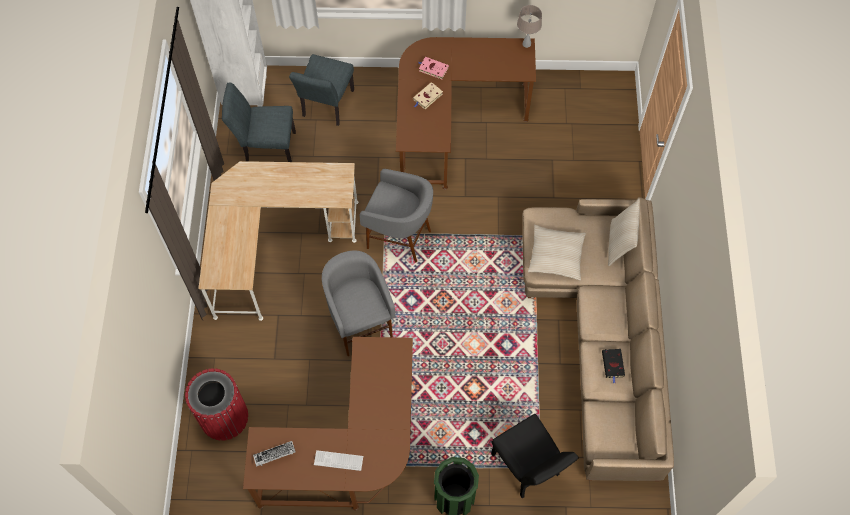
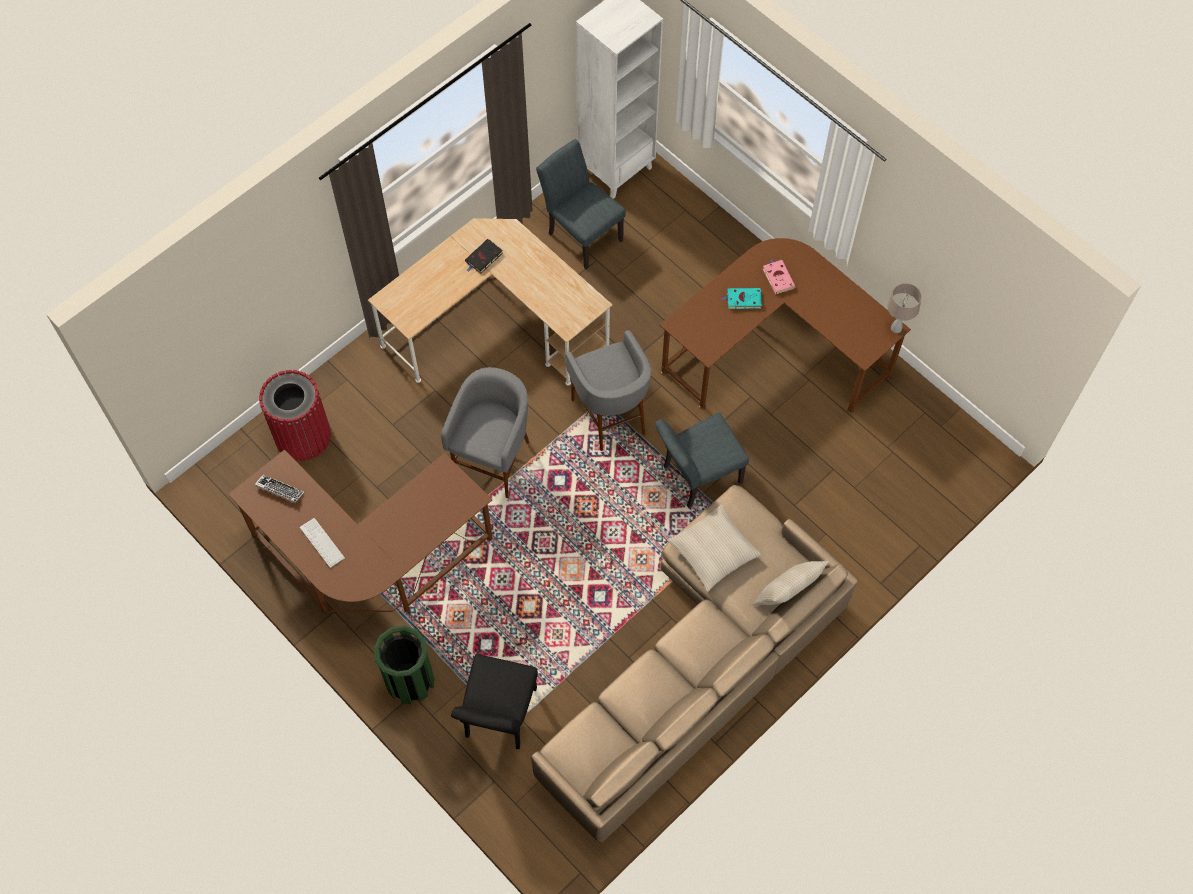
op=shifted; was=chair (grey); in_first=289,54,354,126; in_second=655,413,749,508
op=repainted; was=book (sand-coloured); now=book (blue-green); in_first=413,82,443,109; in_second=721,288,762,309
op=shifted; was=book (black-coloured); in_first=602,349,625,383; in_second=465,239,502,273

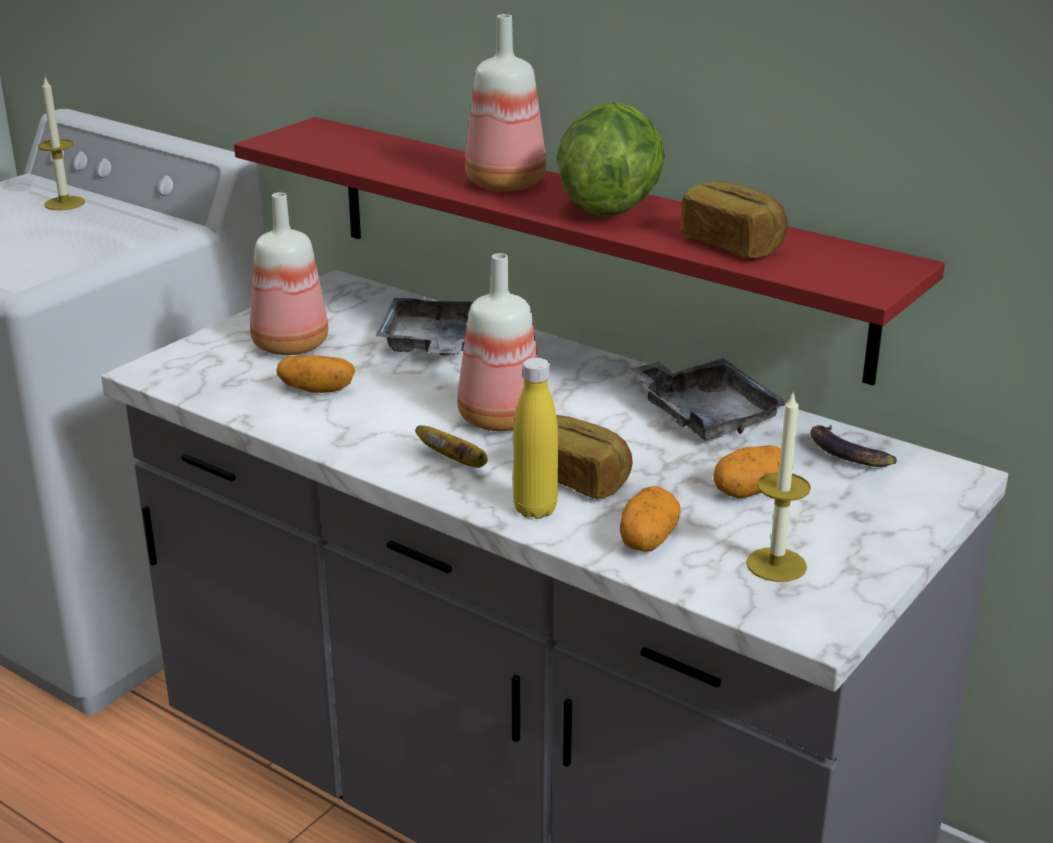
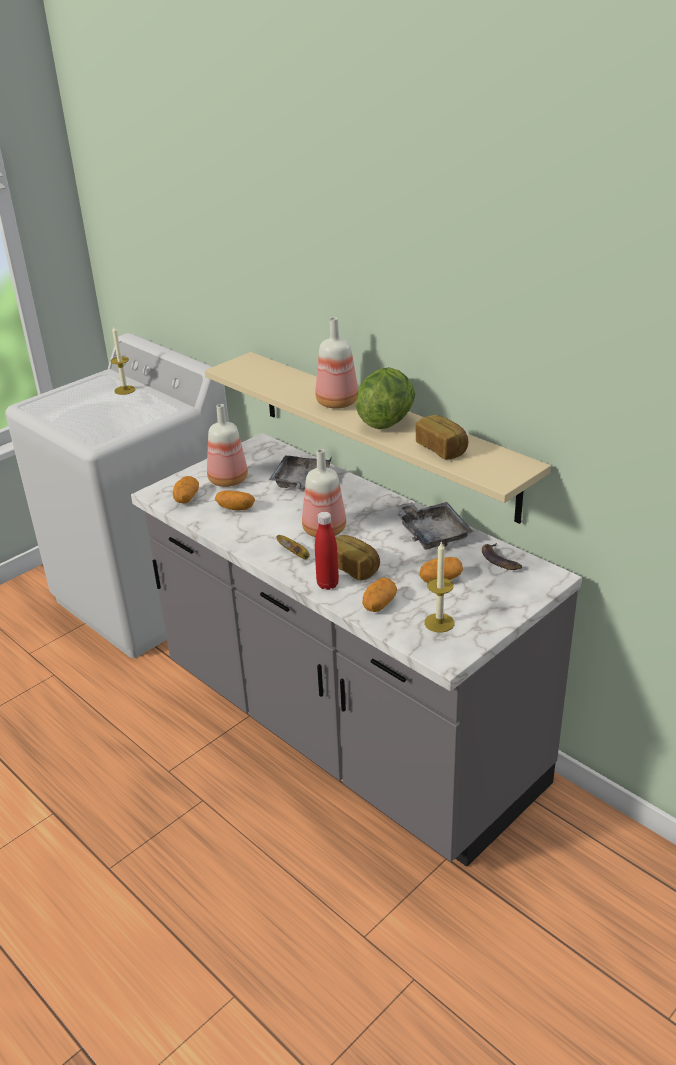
op=repainted; was=wall shelf (reddish); now=wall shelf (sand-coloured); in_first=234,117,945,385; in_second=205,352,551,524
op=repainted; was=drink bottle (yellow); now=drink bottle (reddish); in_first=513,358,558,519; in_second=315,512,339,590
op=new; now=potato; in_second=173,476,199,503

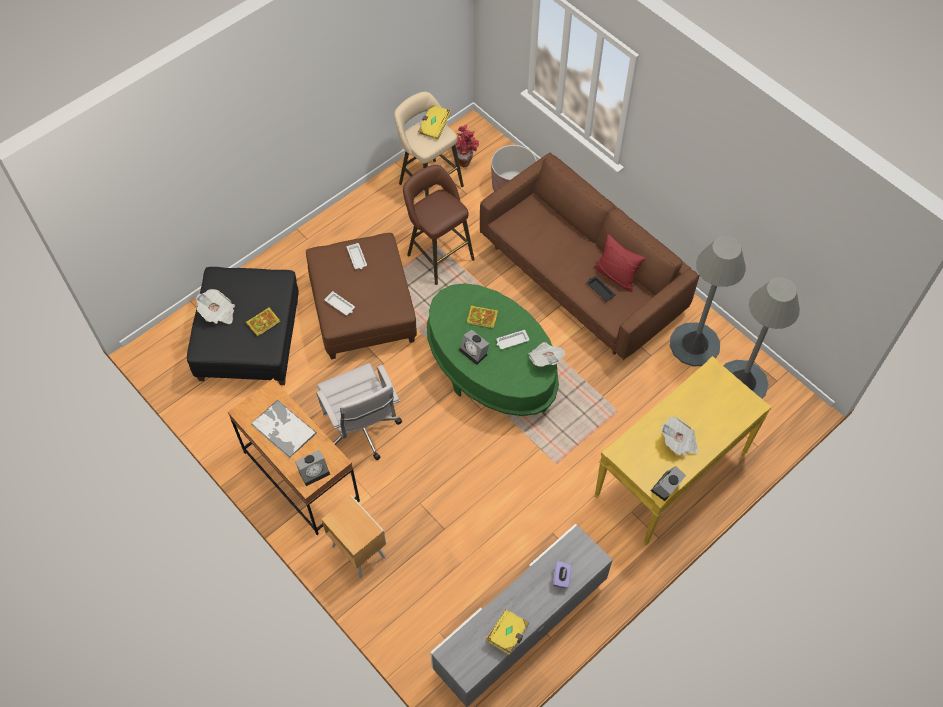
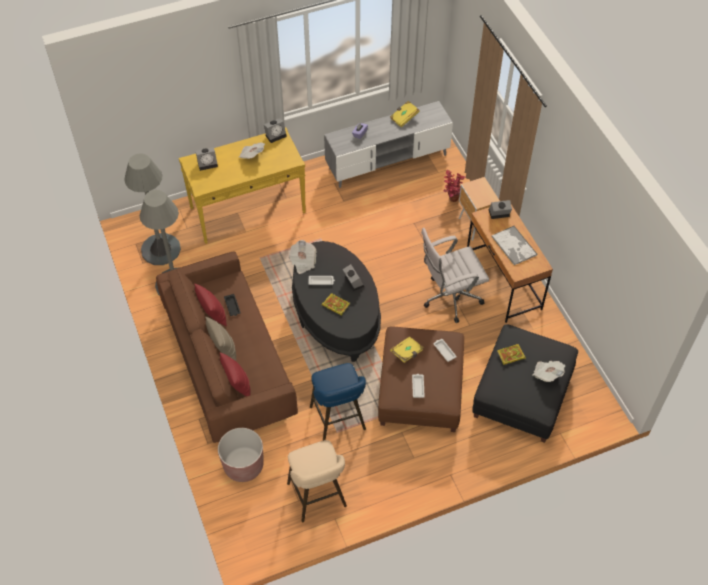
op=shifted; was=book (yellow); in_first=418,106,451,140; in_second=390,336,424,363
op=shifted; was=plant in a pot; in_first=456,125,479,167; in_second=443,170,466,202
op=repainted; was=stool (brown-coloured); now=stool (blue-coloured); in_first=403,165,475,285; in_second=310,363,366,441
op=repainted; was=lounge table (green-coloured); now=lounge table (black-coloured); in_first=427,283,559,416; in_second=292,241,381,362
op=rotated; was=office chair (whitish); in_first=316,363,402,461; in_second=421,228,489,323; clockwise=-105
op=new; now=bedside clock; in_second=196,147,218,171
op=new; now=pillow (sand-coloured); in_second=205,316,236,361
op=new; now=pillow (reddish); in_second=220,352,251,397

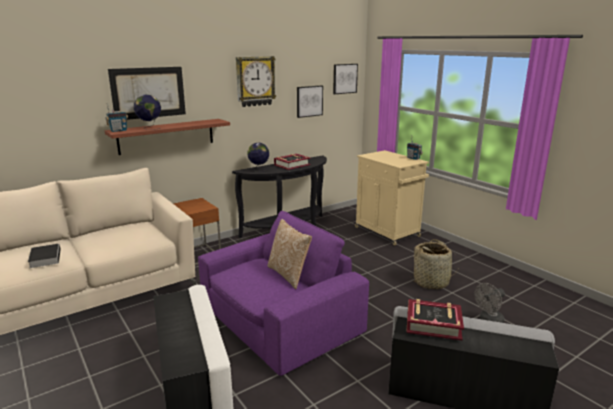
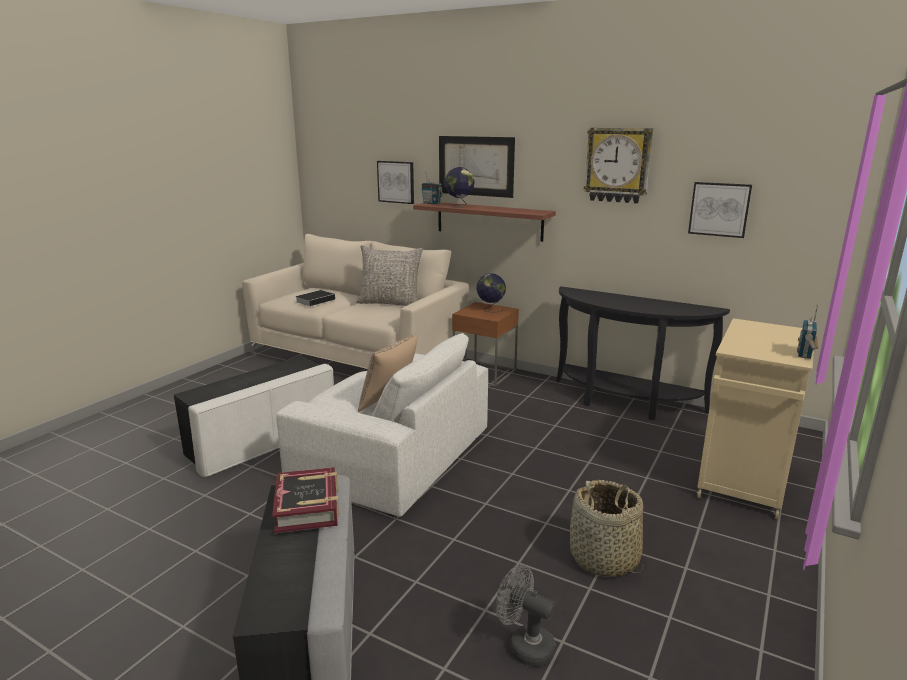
op=shifted; was=picture; in_first=333,64,358,94; in_second=377,161,414,204
op=shifted; was=world globe; in_first=247,143,269,172; in_second=476,273,506,313
op=gone; was=book; in_first=274,154,311,170
op=repainted; was=lounge chair (purple-coloured); now=lounge chair (whitish); in_first=198,211,369,376; in_second=276,333,488,517
op=new; now=pillow (grey); in_second=356,245,423,306

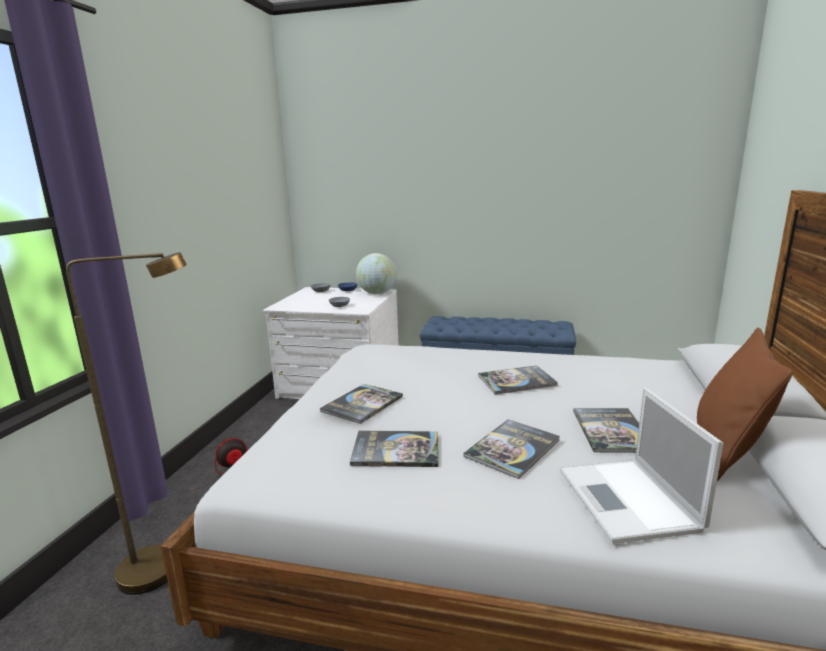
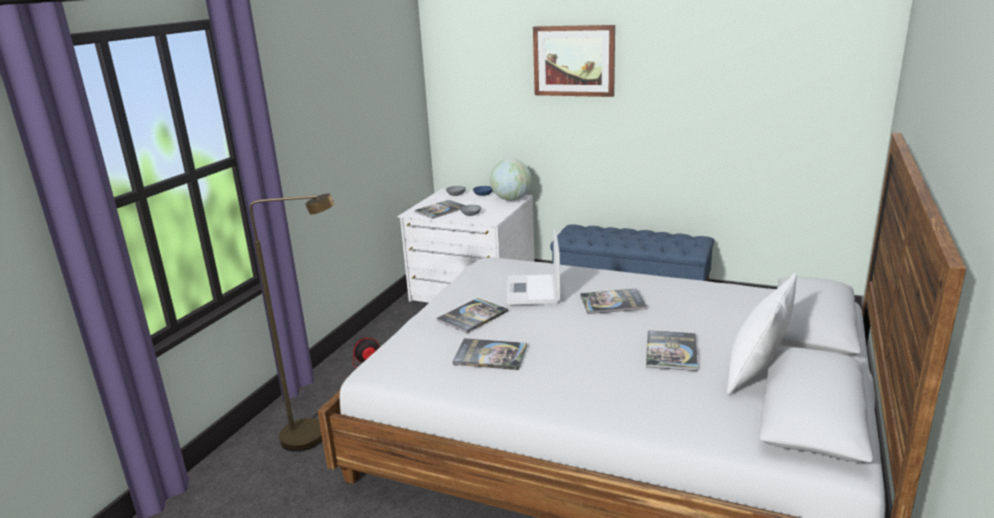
op=repainted; was=pillow (brown-coloured); now=pillow (whitish); in_first=697,328,793,481; in_second=726,273,797,395
op=shifted; was=notebook computer; in_first=560,388,724,544; in_second=506,230,560,305
op=shifted; was=book; in_first=463,419,560,479; in_second=415,200,465,219
op=new; now=picture; in_second=533,25,615,97

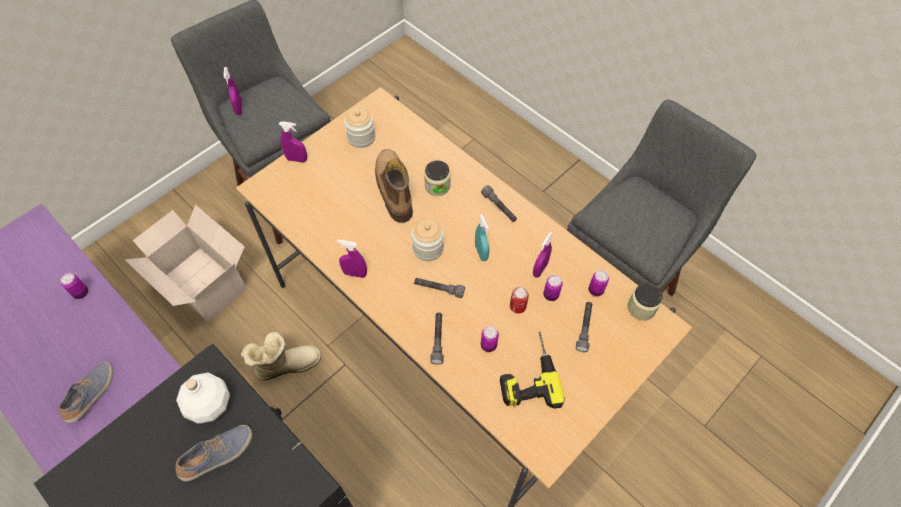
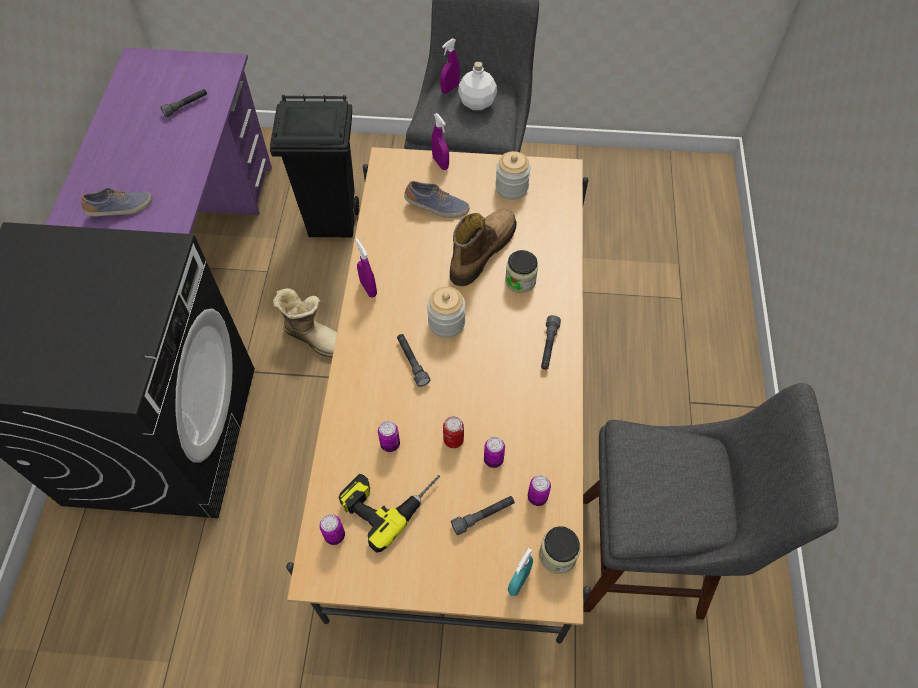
op=swapped; was=carton; now=rubbish bin (black-coloured); in_first=125,205,247,322; in_second=270,95,359,237
op=shifted; was=sprayer (blue-green); in_first=475,214,489,261; in_second=508,548,533,596
op=gone; was=sprayer (purple-coloured); in_first=533,232,553,278
op=shifted; was=sealed can; in_first=60,273,88,299; in_second=319,514,345,545
op=shifted; was=flashlight (grey); in_first=430,313,444,365; in_second=161,89,207,117
op=shifted; was=drink bottle (whitish); in_first=176,373,230,424; in_second=458,62,497,110
op=shifted; was=shoe; in_first=176,425,253,481; in_second=404,181,470,218

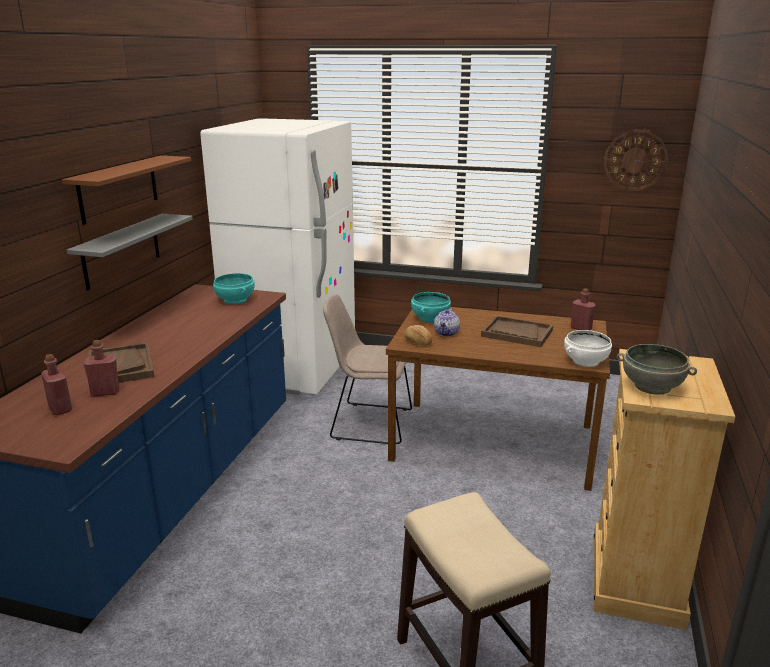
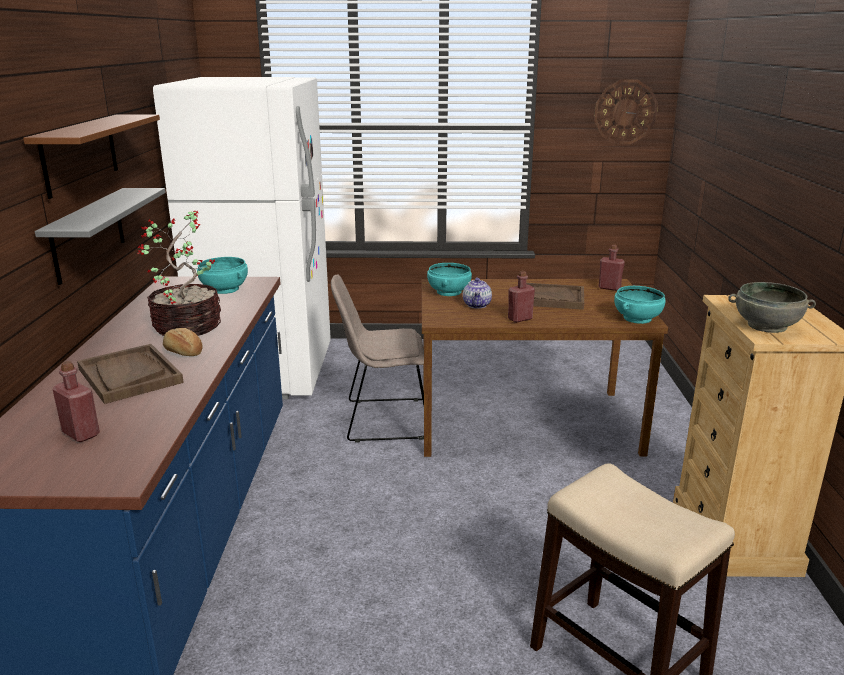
op=shifted; was=bread; in_first=405,325,432,346; in_second=163,328,203,356
op=repainted; was=serving bowl (whitish); now=serving bowl (blue-green); in_first=564,330,612,367; in_second=614,286,666,324
op=shifted; was=drink bottle (reddish); in_first=83,340,120,397; in_second=508,271,535,323
op=new; now=plant in a pot; in_second=138,211,221,336

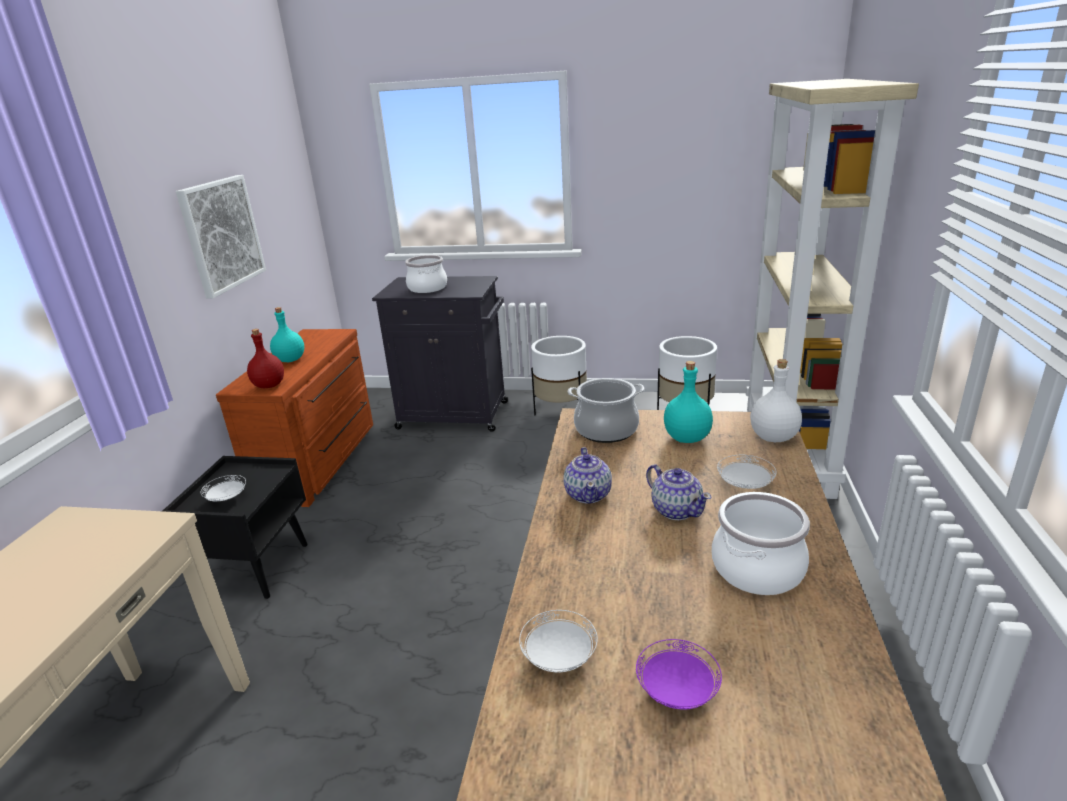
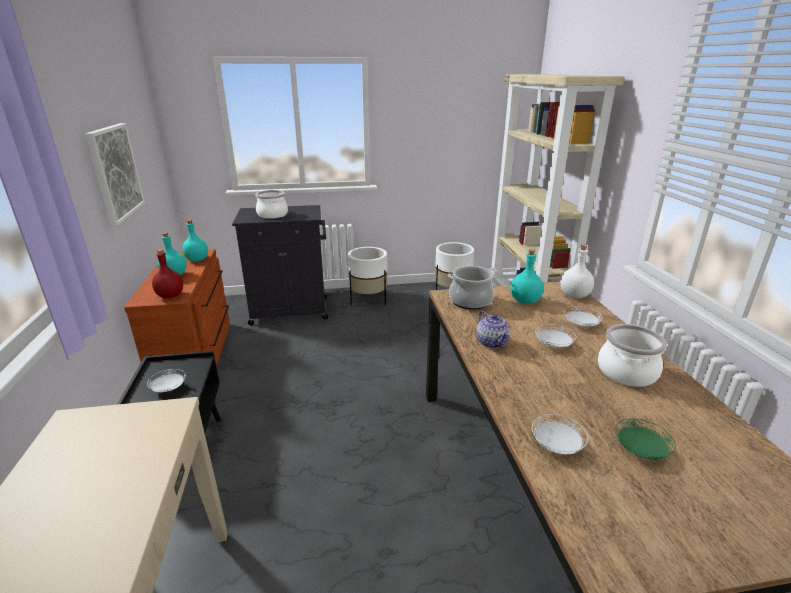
op=swapped; was=pot for tea; now=flat dish (whitish); in_first=646,464,712,520; in_second=535,324,576,347
op=repainted; was=flat dish (purple-coloured); now=flat dish (green-coloured); in_first=636,639,722,710; in_second=615,419,676,460
op=new; now=drink bottle (blue-green); in_second=182,220,208,262

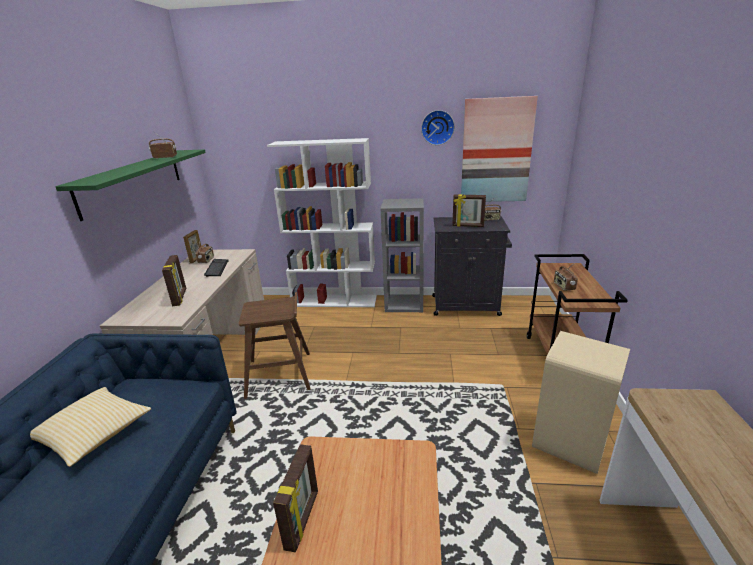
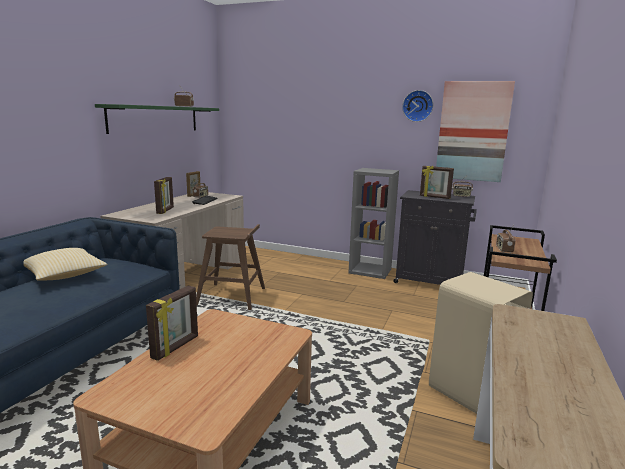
op=gone; was=bookshelf (whitish); in_first=267,138,377,307

